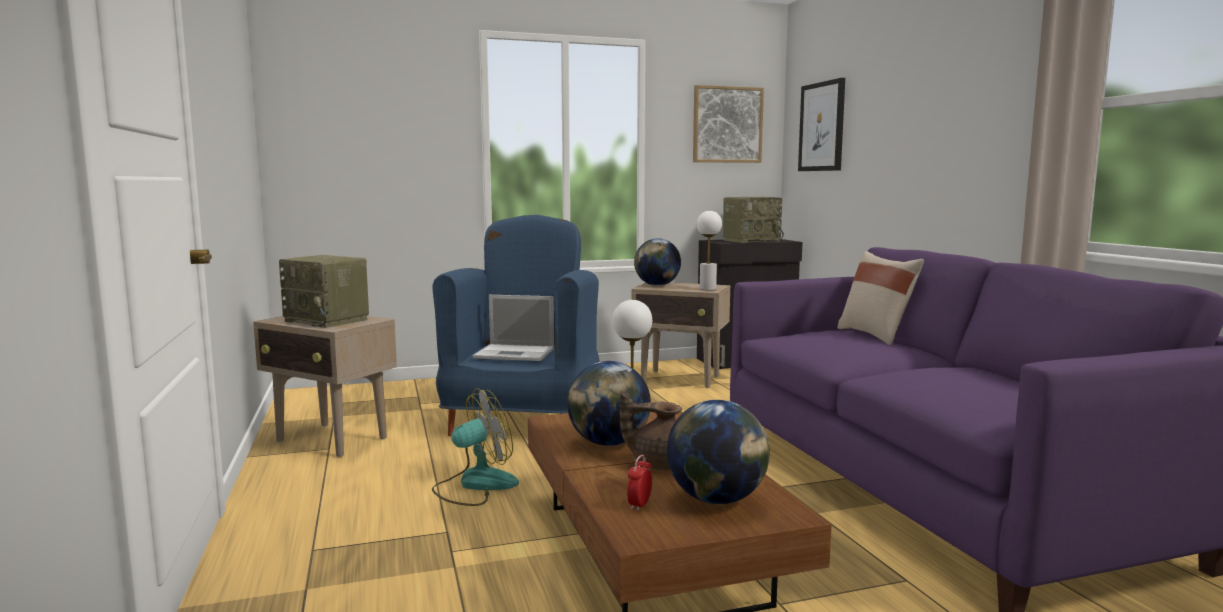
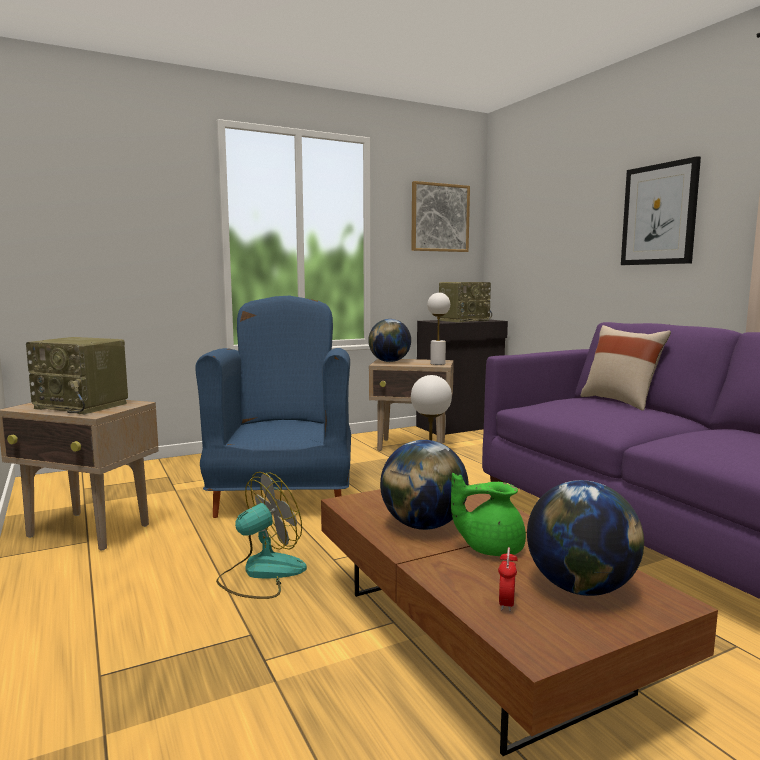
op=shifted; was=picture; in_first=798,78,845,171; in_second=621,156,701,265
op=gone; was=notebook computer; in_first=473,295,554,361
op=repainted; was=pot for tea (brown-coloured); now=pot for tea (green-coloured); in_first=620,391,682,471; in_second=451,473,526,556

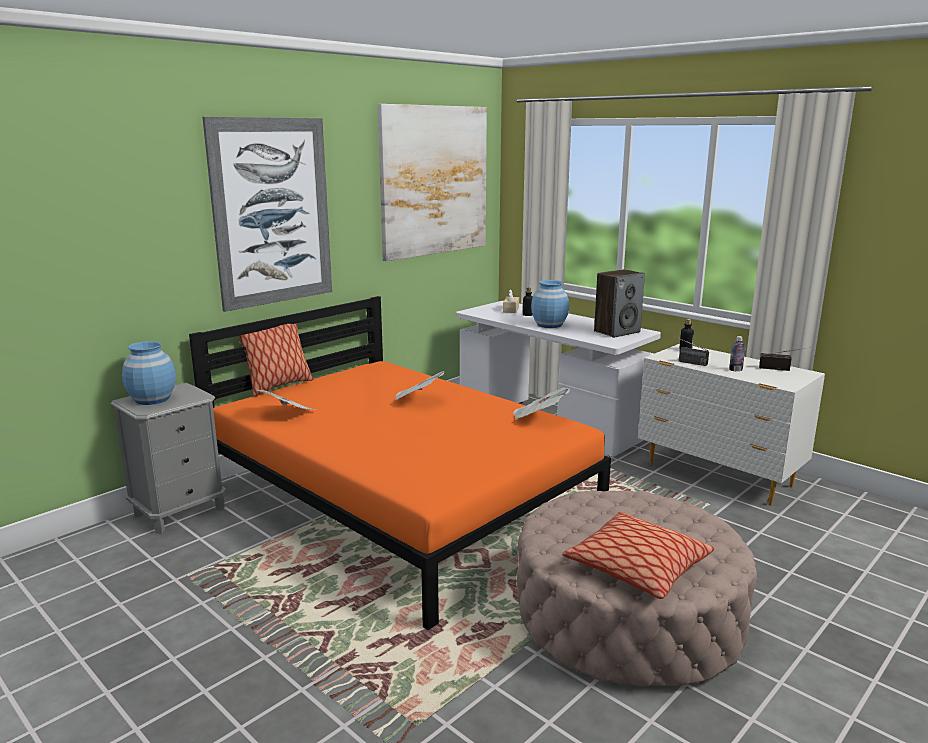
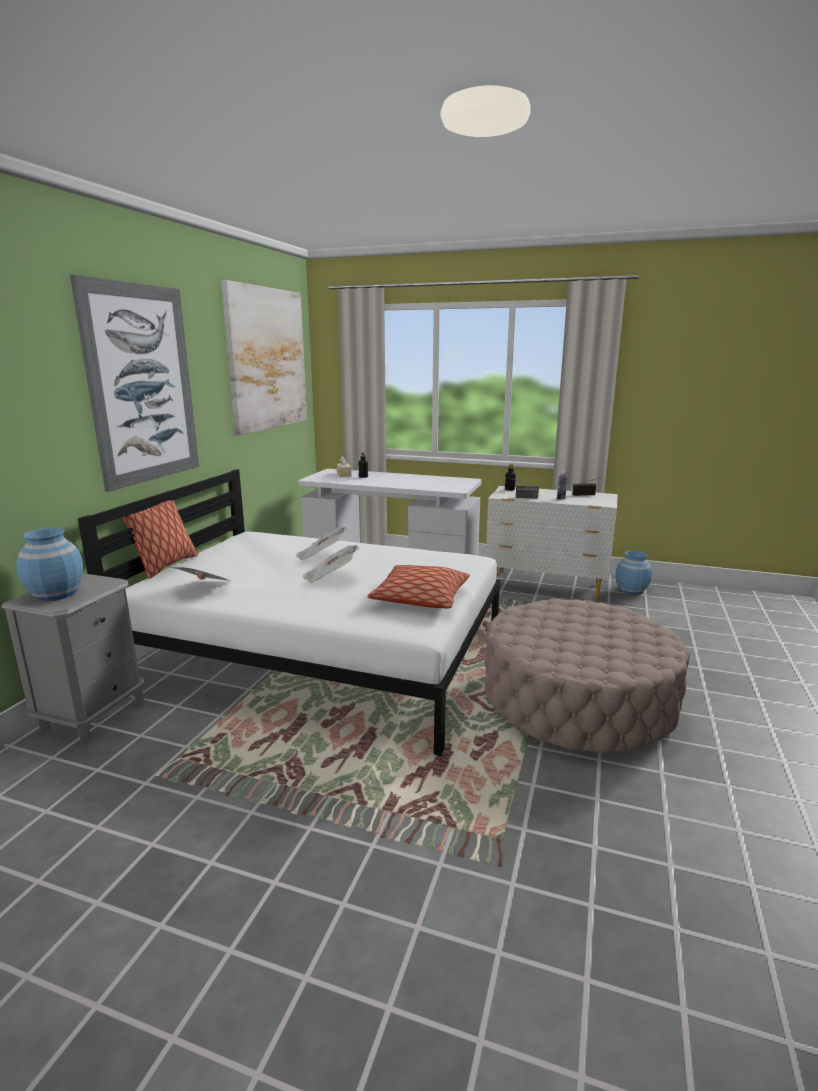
op=gone; was=speaker; in_first=594,269,645,338
op=shifted; was=decorative vase (blue-coloured); in_first=531,280,569,328; in_second=615,550,652,595
op=repainted; was=bedroom bed (orange); now=bedroom bed (whitish); in_first=189,296,611,630; in_second=78,469,500,756
op=shifted; was=printed paper; in_first=513,387,570,420; in_second=302,545,359,583
op=shifted; was=pillow; in_first=562,511,714,599; in_second=367,565,470,609

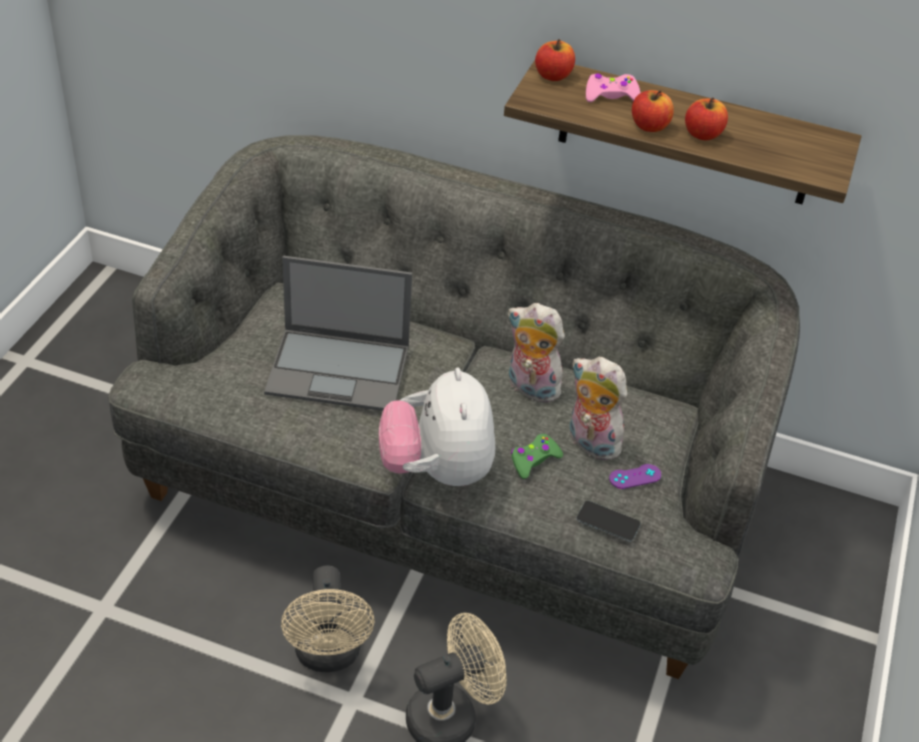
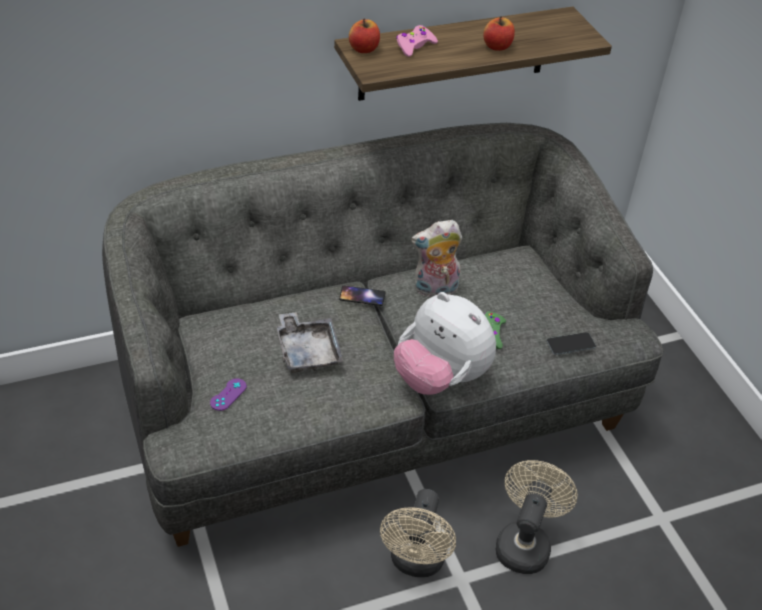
op=gone; was=whole apple; in_first=632,90,674,132
op=swapped; was=notebook computer; now=serving tray (grey); in_first=264,255,412,411; in_second=276,312,344,373
op=gone; was=cuddly toy; in_first=570,357,627,461
op=shifted; was=game controller (purple-coloured); in_first=609,464,661,489; in_second=210,378,247,411
op=rotated; was=fan (sand-coloured); in_first=281,565,375,672; in_second=380,489,456,577; clockwise=60
op=new; now=phone; in_second=339,286,386,306

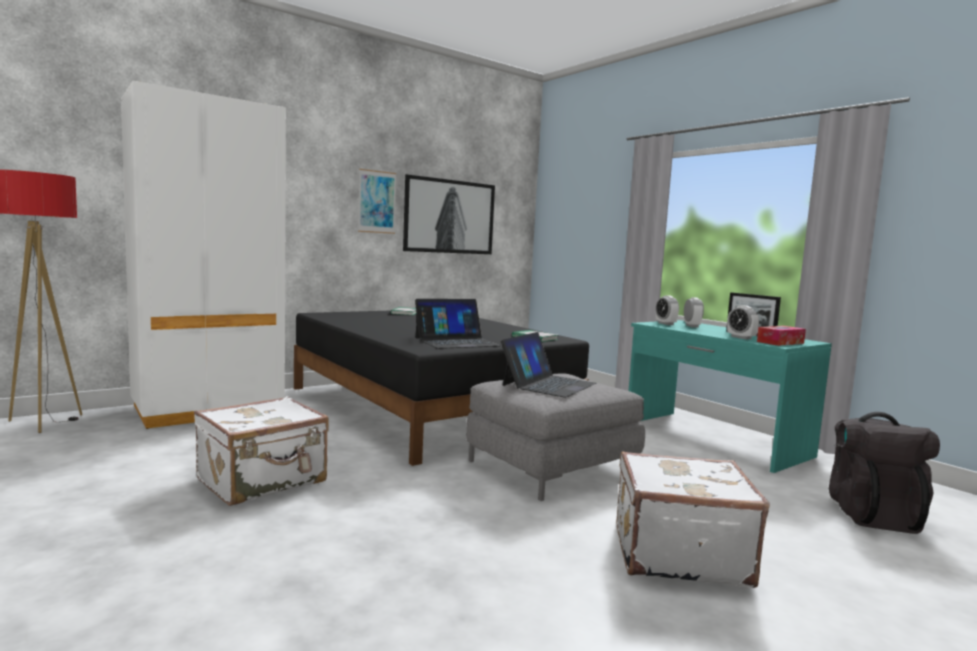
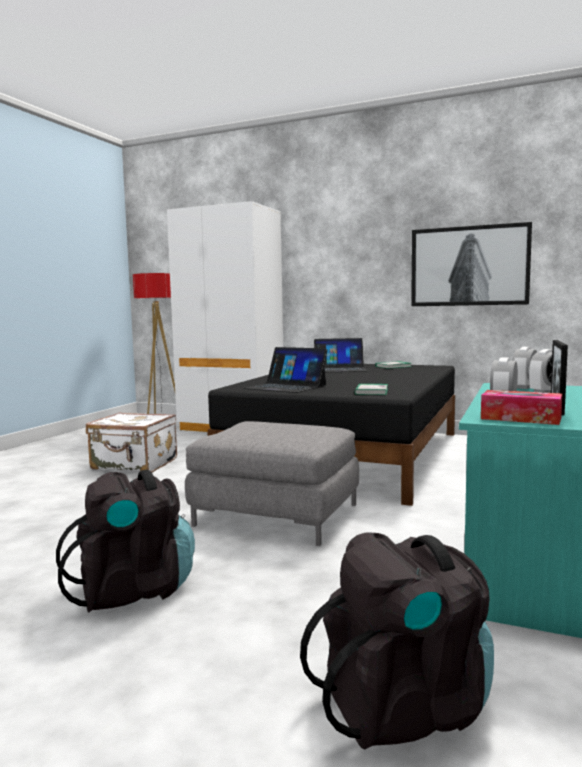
op=gone; was=picture; in_first=358,169,397,234
op=shifted; was=notebook computer; in_first=501,332,596,398; in_second=314,338,367,372
op=swapped; was=travel case (whitish); now=knapsack (black-coloured); in_first=617,451,770,588; in_second=56,470,195,612

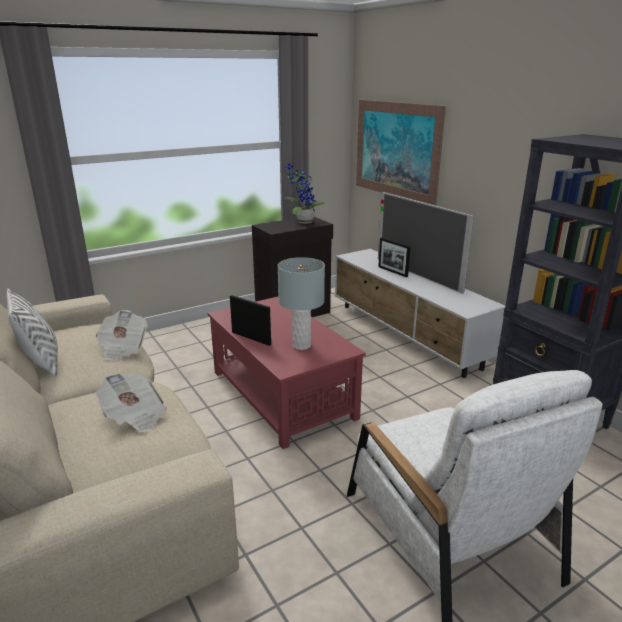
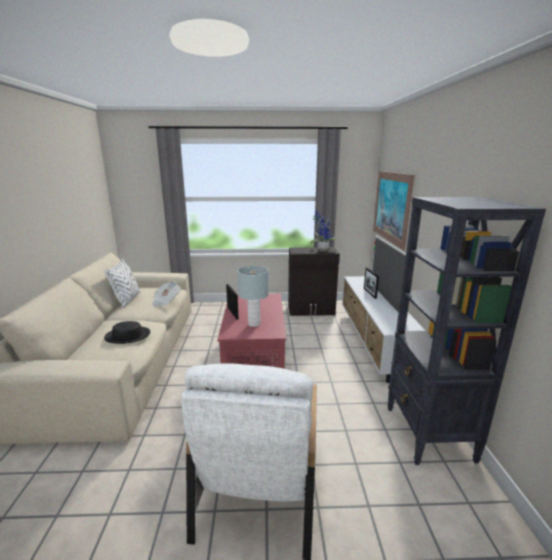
op=swapped; was=printed paper; now=clothing hat (black-coloured); in_first=96,373,167,433; in_second=104,321,150,344

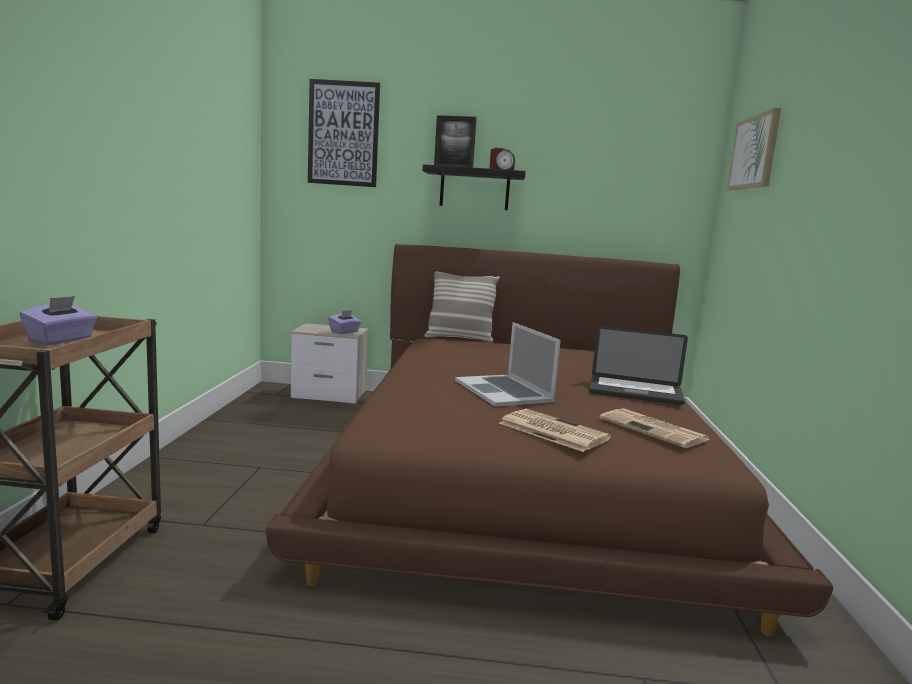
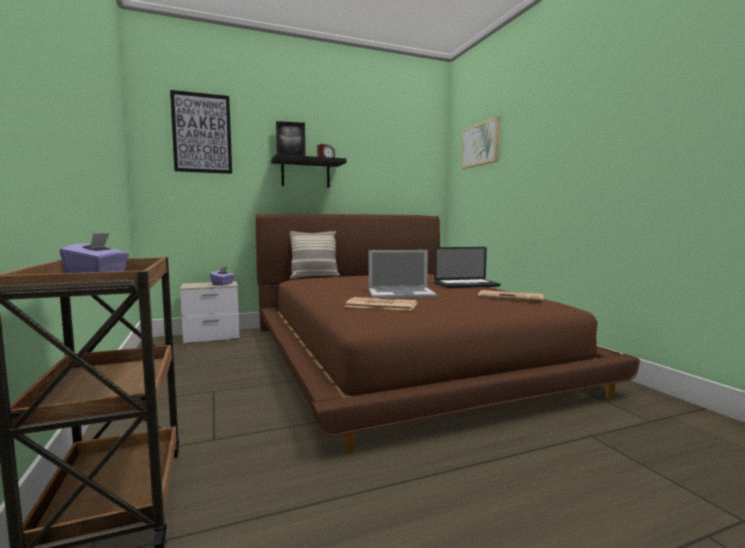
op=rotated; was=notebook computer; in_first=455,322,561,407; in_second=369,250,437,298; clockwise=-45
op=shifted; was=printed paper; in_first=499,409,611,452; in_second=345,297,417,311

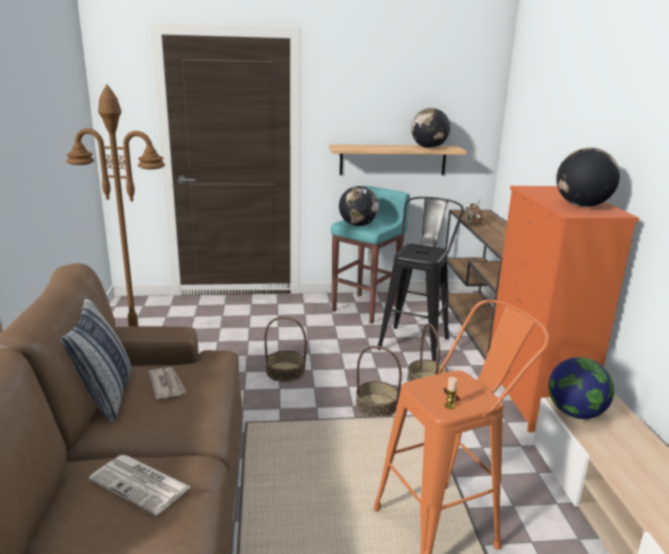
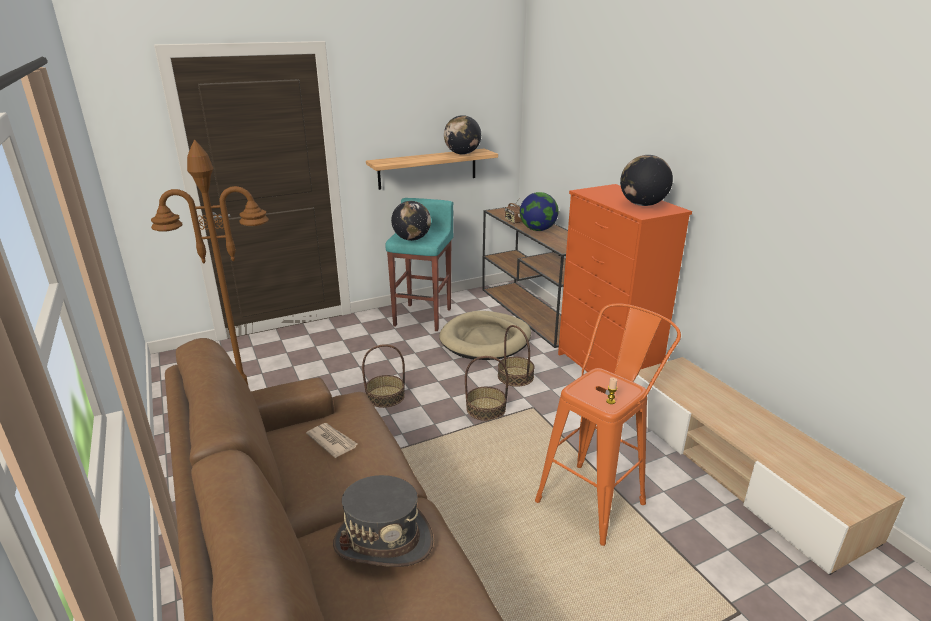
op=swapped; was=stool (black-coloured); now=dog cushion (sand-coloured); in_first=377,197,464,361; in_second=439,311,531,360
op=gone; was=pillow; in_first=60,295,132,423
op=shifted; was=world globe; in_first=548,357,614,419; in_second=520,192,559,231
op=swapped; was=printed paper; now=clothing hat (grey); in_first=89,455,190,515; in_second=333,475,433,567

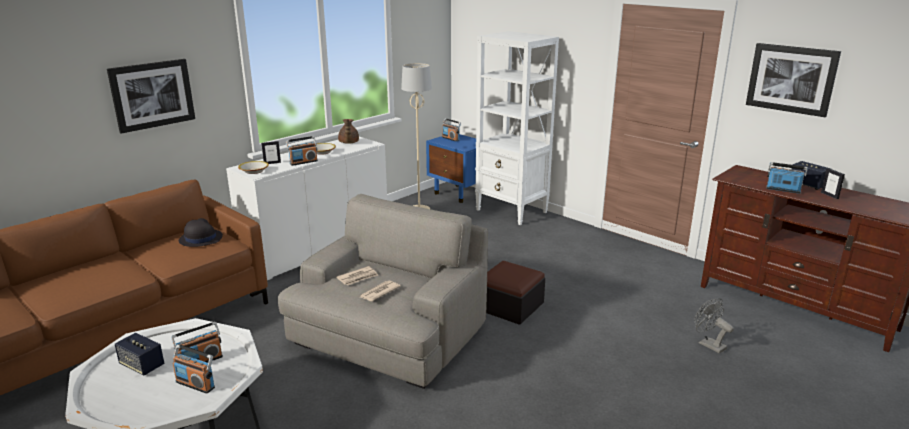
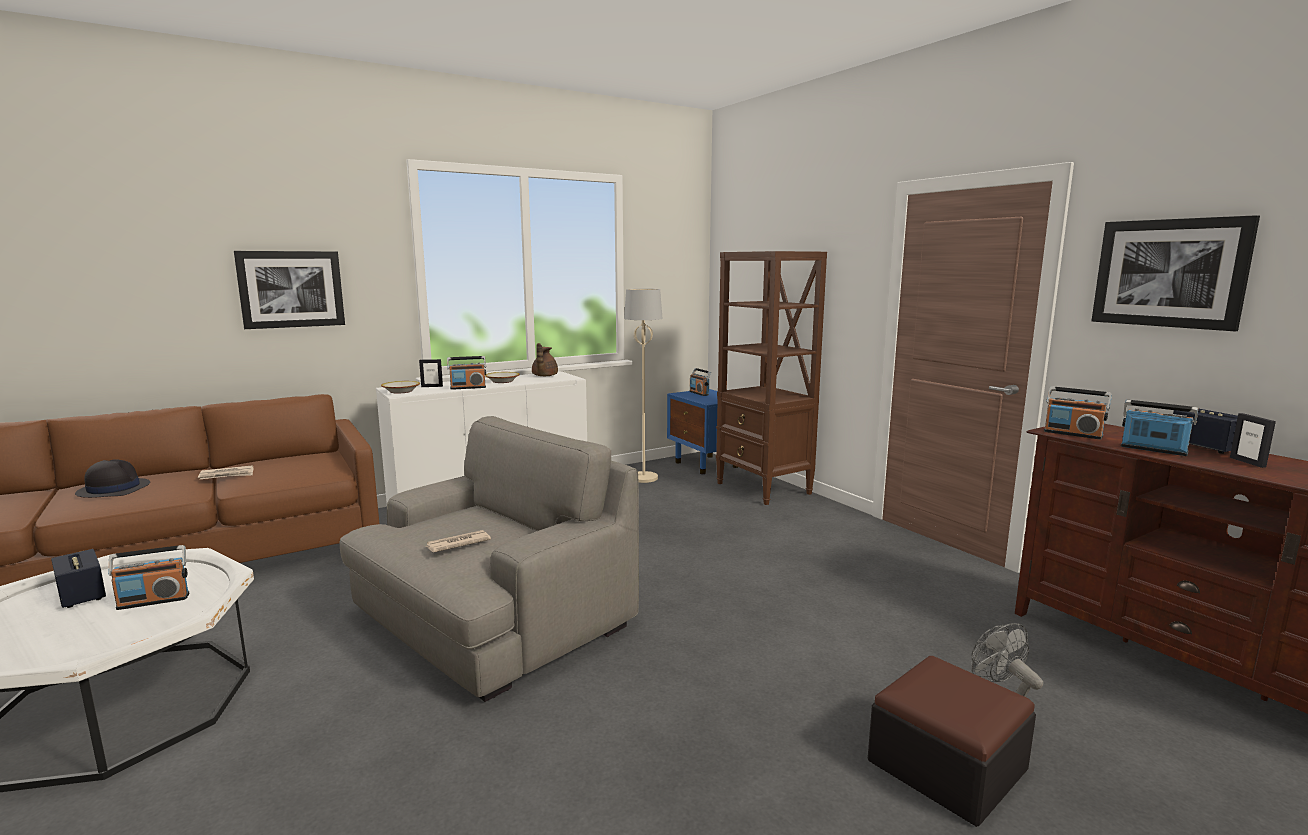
op=repainted; was=bookshelf (whitish); now=bookshelf (brown-coloured); in_first=475,31,559,225; in_second=716,251,827,505
op=shifted; was=clothing hat (black-coloured); in_first=179,218,223,247; in_second=75,460,150,498
op=shifted; was=ottoman; in_first=486,261,545,325; in_second=868,656,1036,827
op=shifted; was=printed paper; in_first=336,266,378,285; in_second=198,465,254,479
op=shifted; was=radio; in_first=173,344,215,394; in_second=1044,386,1112,439

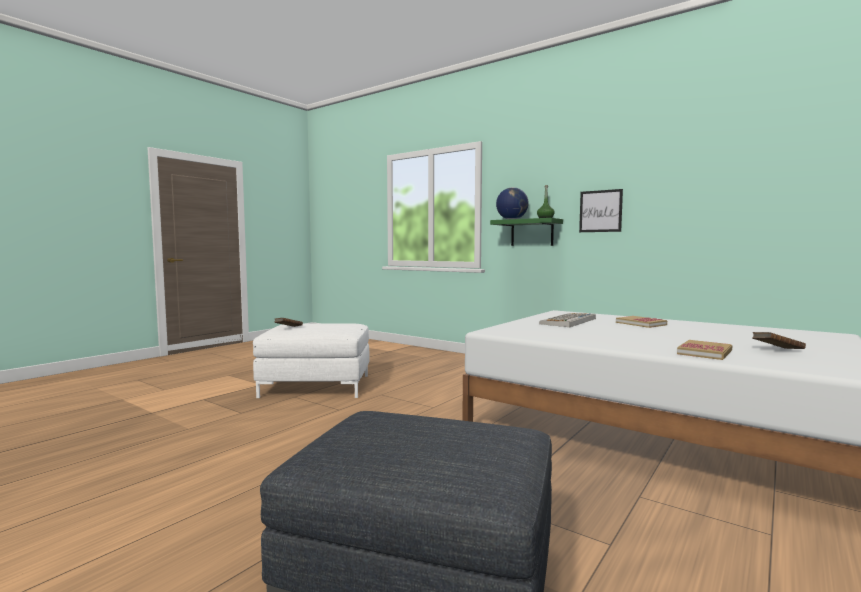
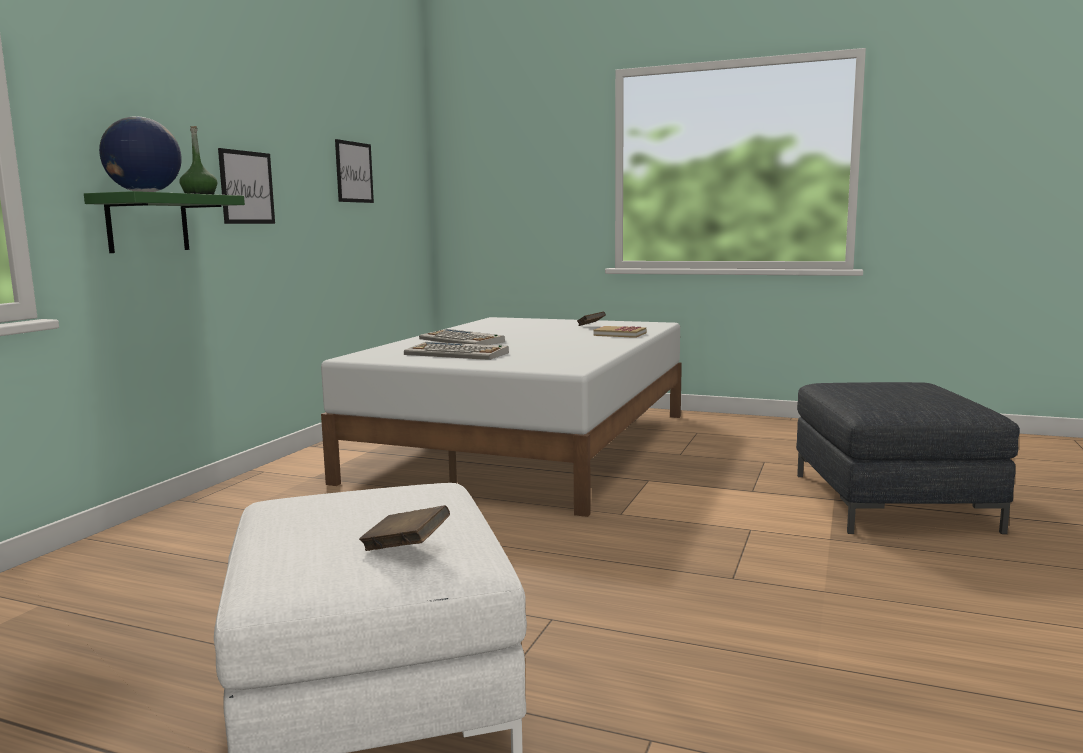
op=swapped; was=book; now=computer keyboard; in_first=616,316,667,328; in_second=419,329,505,345
op=new; now=picture; in_second=335,139,374,203

